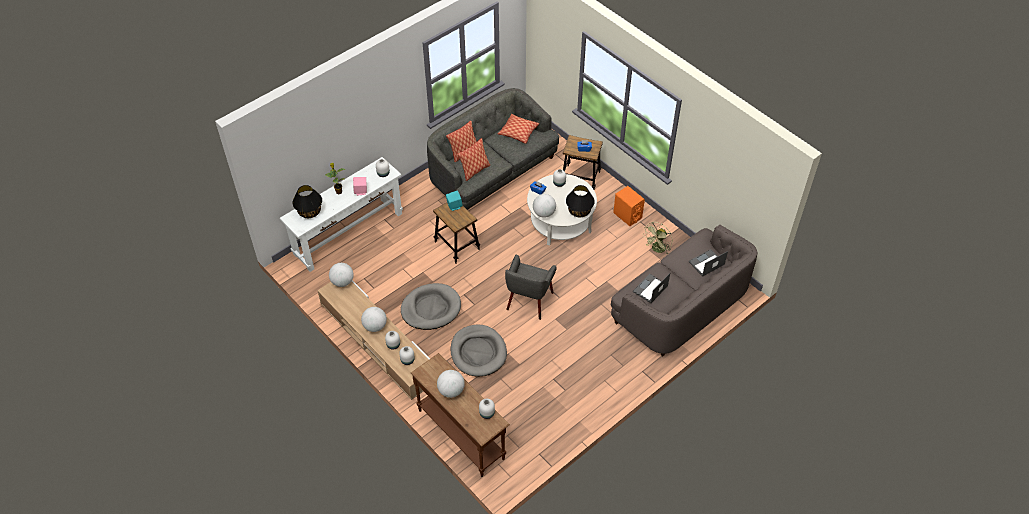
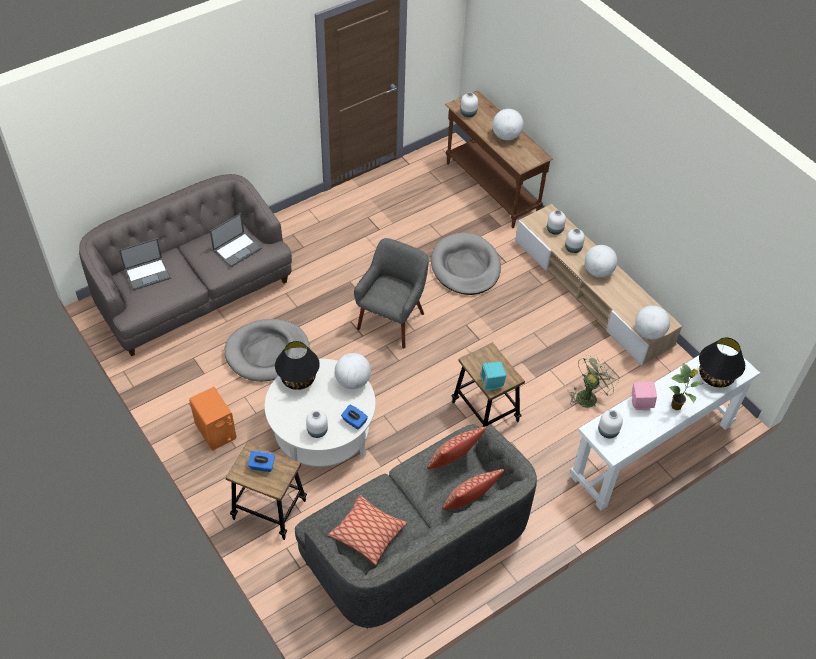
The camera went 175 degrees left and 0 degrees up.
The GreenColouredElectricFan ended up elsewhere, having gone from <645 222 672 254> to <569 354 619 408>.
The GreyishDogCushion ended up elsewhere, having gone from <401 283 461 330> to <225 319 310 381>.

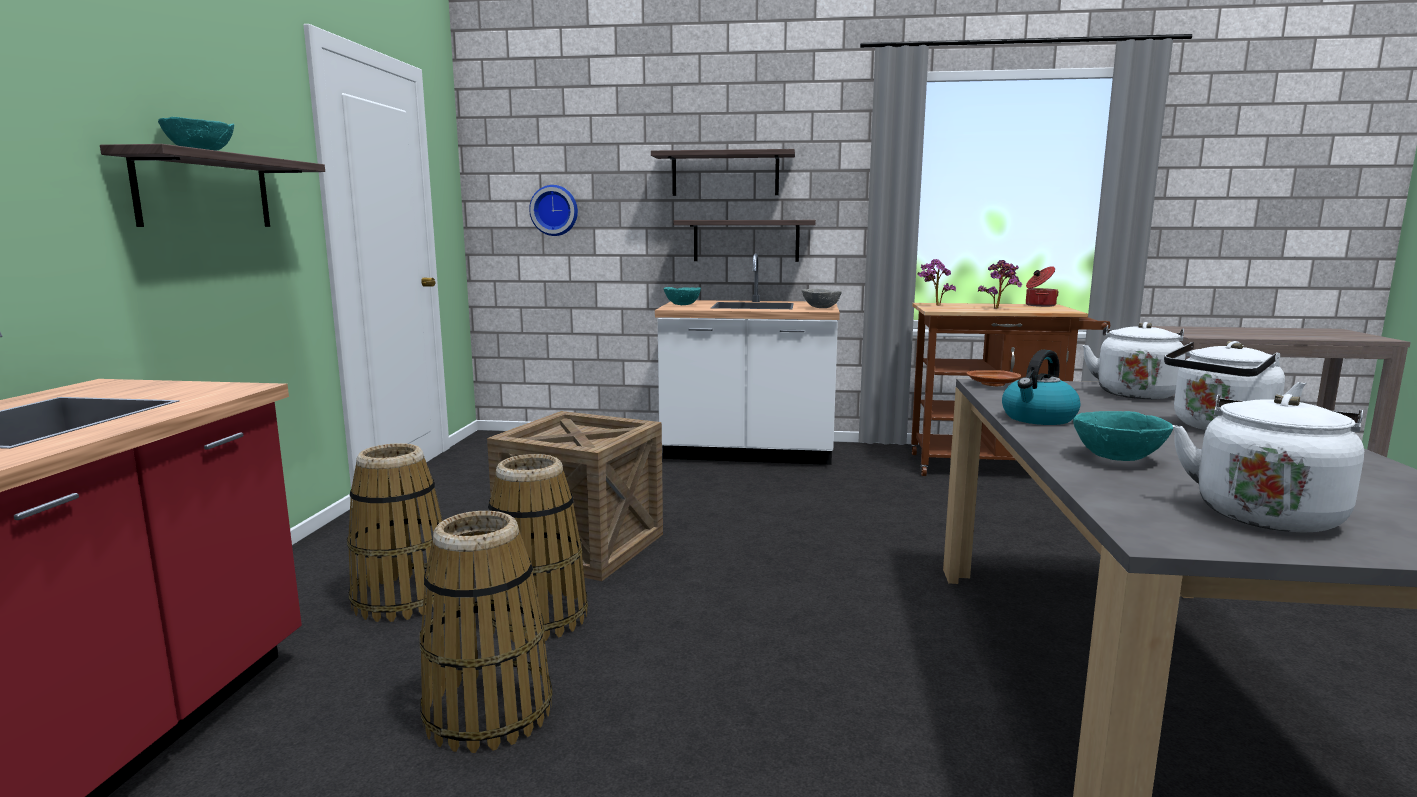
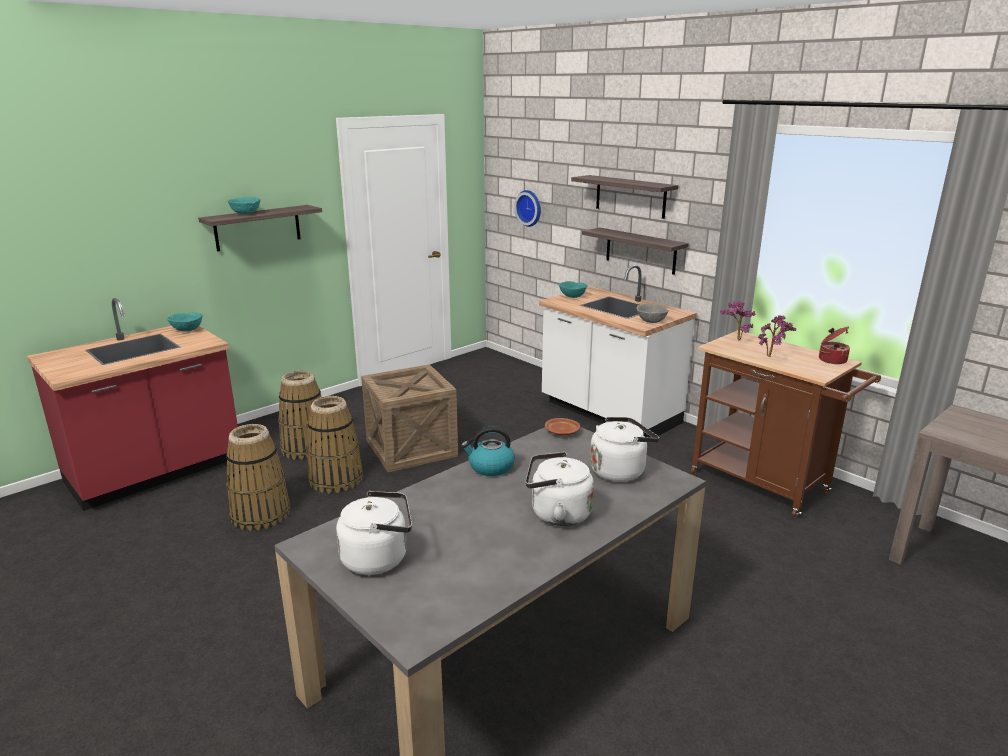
The camera went 40 degrees right and 10 degrees up.
The TurquoiseColouredDeepDish ended up elsewhere, having gone from <1073 411 1173 461> to <167 312 202 332>.

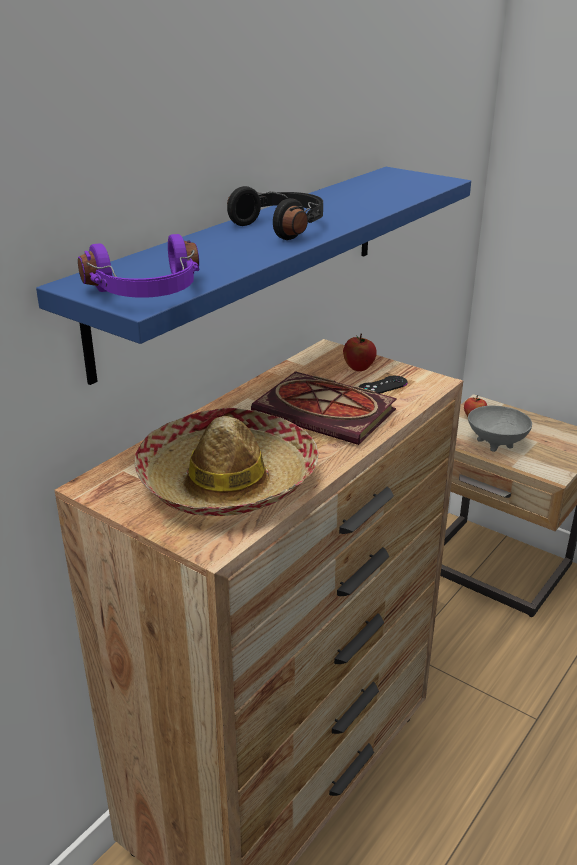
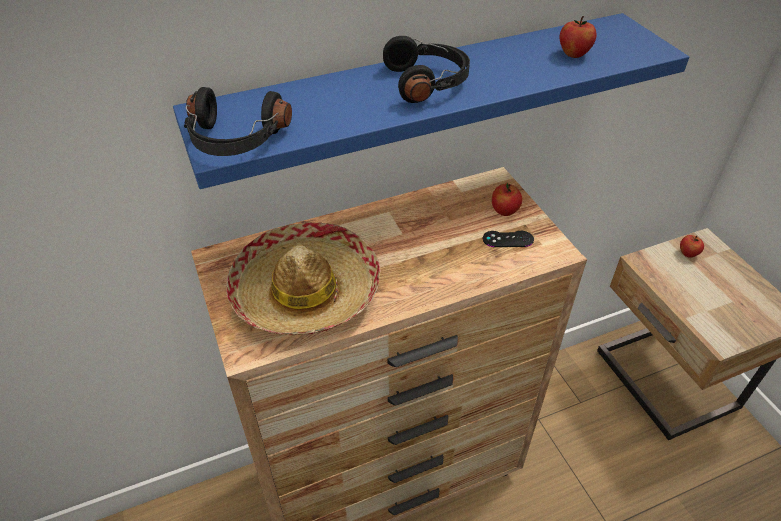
The camera went 30 degrees right and 15 degrees up.
What was the PurpleHeadset at <78 234 199 298> turned into the BlackColouredHeadset at <184 87 292 156>.
The second view lost the Volume at <251 371 397 445>.
The second view lost the GreyishDeepDish at <468 406 532 452>.
The second view gained the WholeApple at <560 16 596 58>.

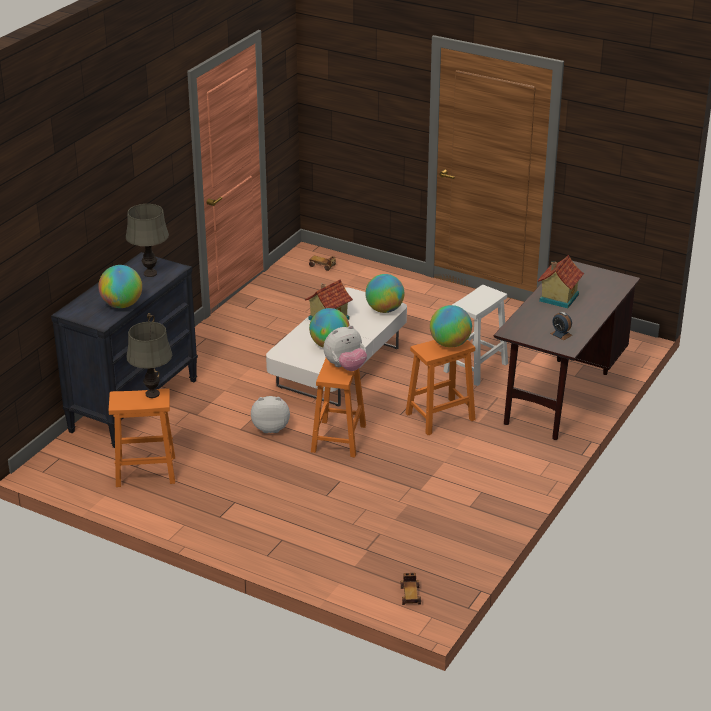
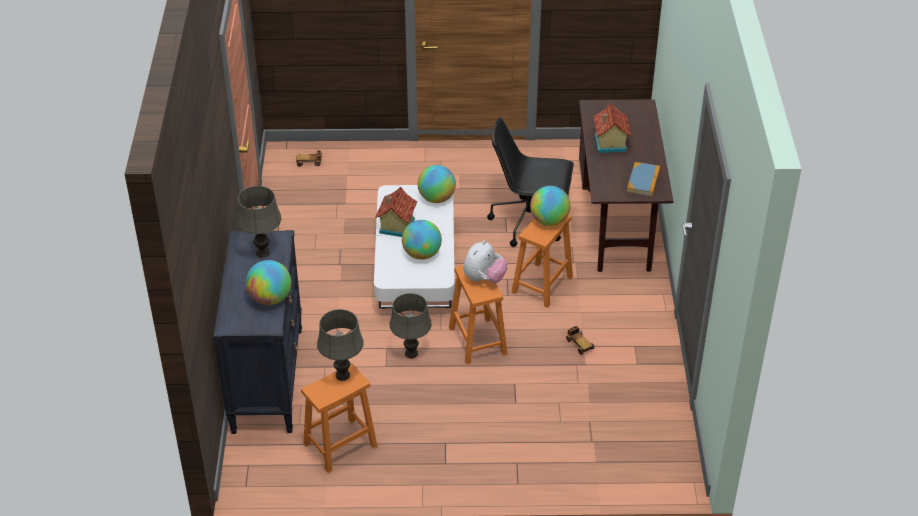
The camera went 30 degrees left and 10 degrees up.
Where the WhitishStool stood at <444 285 508 386>, the BlackColouredDeskChair came to stand at <487 117 574 247>.
Where the BedsideClock stood at <550 312 572 340>, the Volume came to stand at <627 162 660 196>.
Where the CuddlyToy stood at <251 396 290 433>, the GreyishLampForATable came to stand at <389 293 432 358>.
The ToyCar ended up elsewhere, having gone from <401 573 421 605> to <566 326 594 355>.

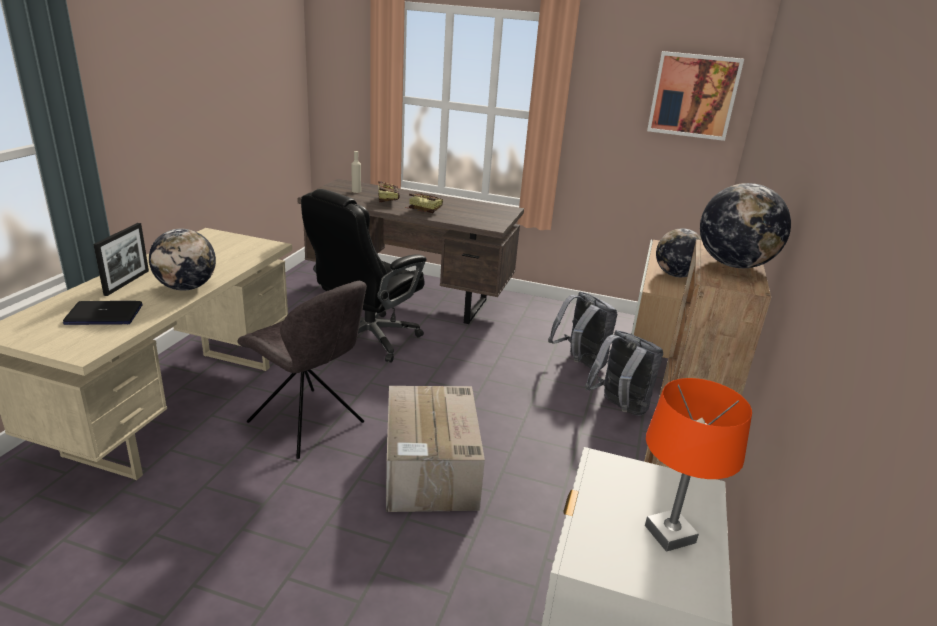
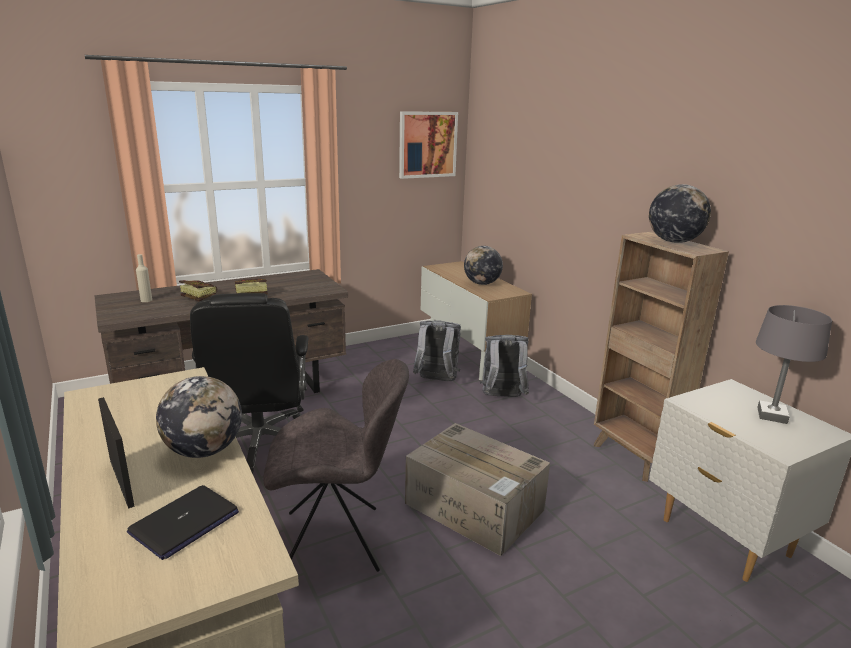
The camera went 45 degrees left and 5 degrees down.
What was the OrangeyLampForATable at <645 378 752 552> turned into the GreyishLampForATable at <756 305 832 424>.

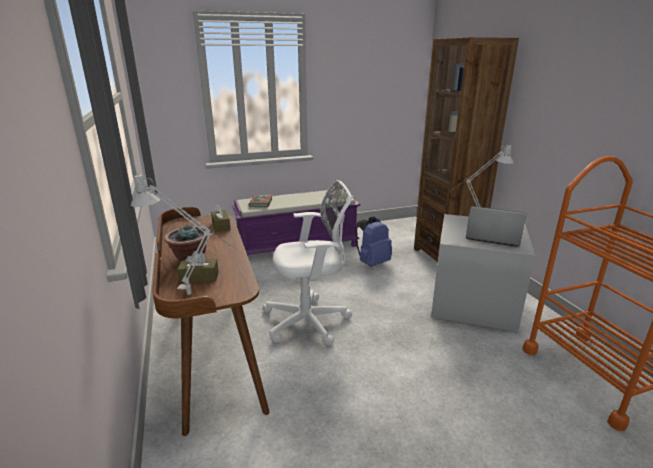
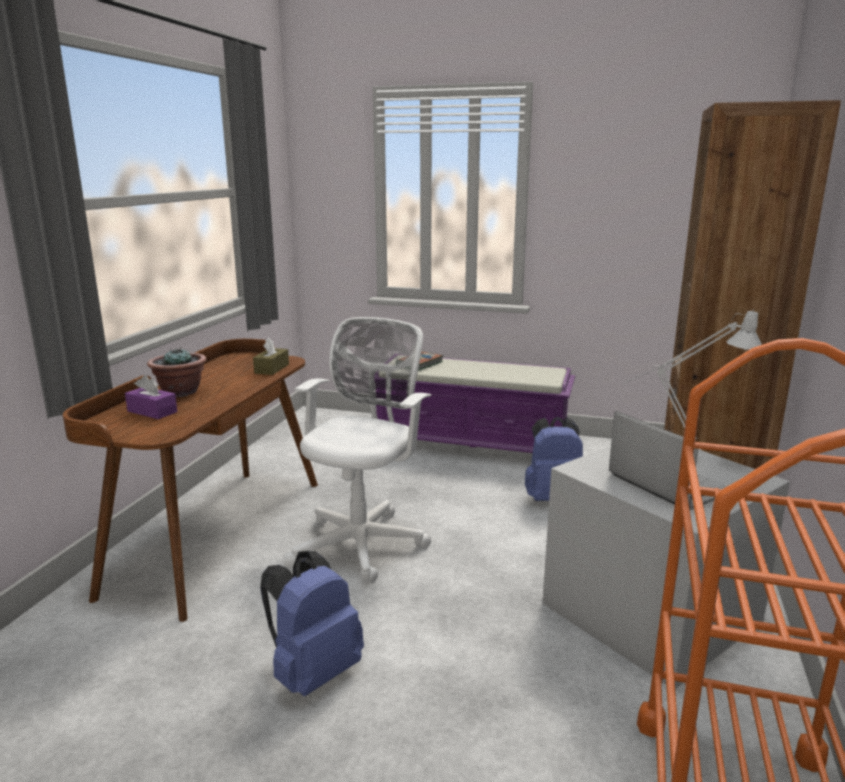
The camera went 35 degrees right and 5 degrees down.
The second view lost the GreyishLampForATable at <131 173 238 295>.
The WhitishDeskChair at <263 180 352 346> ended up facing another way, 90 degrees counterclockwise from before.
What was the BrownColouredTissueBox at <177 251 219 283> turned into the PurpleTissueBox at <125 375 177 419>.
The second view gained the BluishKnapsack at <260 551 364 696>.

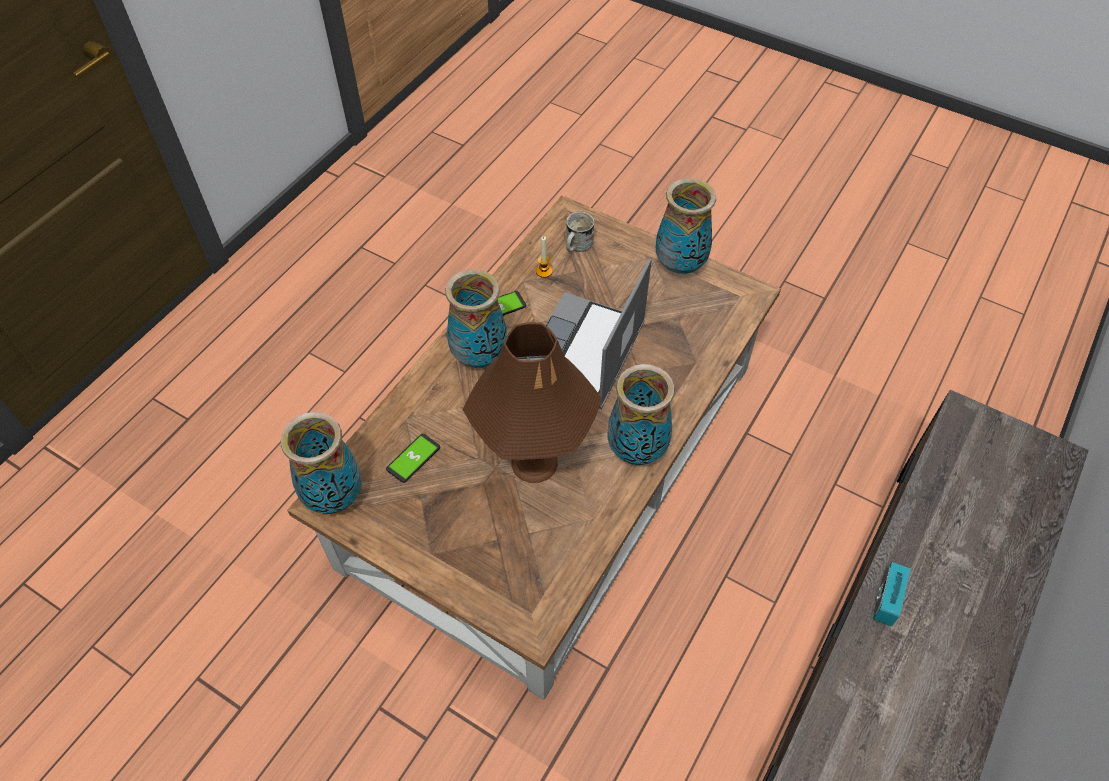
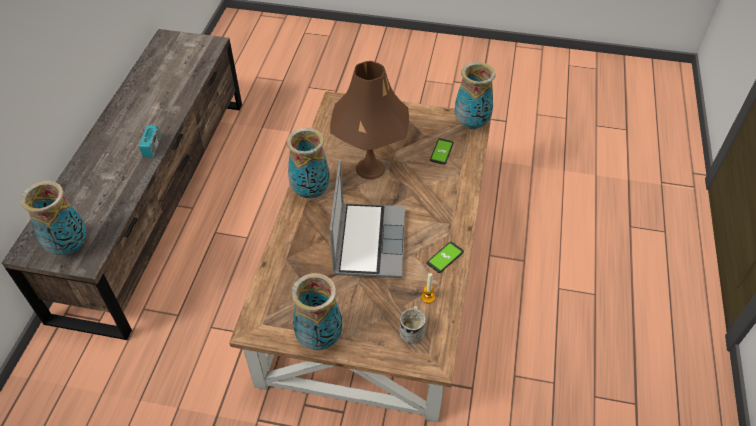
The camera went 160 degrees right and 5 degrees down.
The Vase ended up elsewhere, having gone from <445 269 507 368> to <21 181 87 256>.

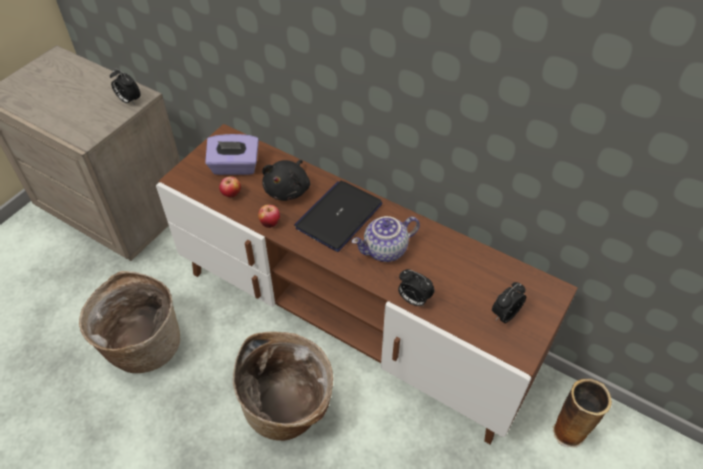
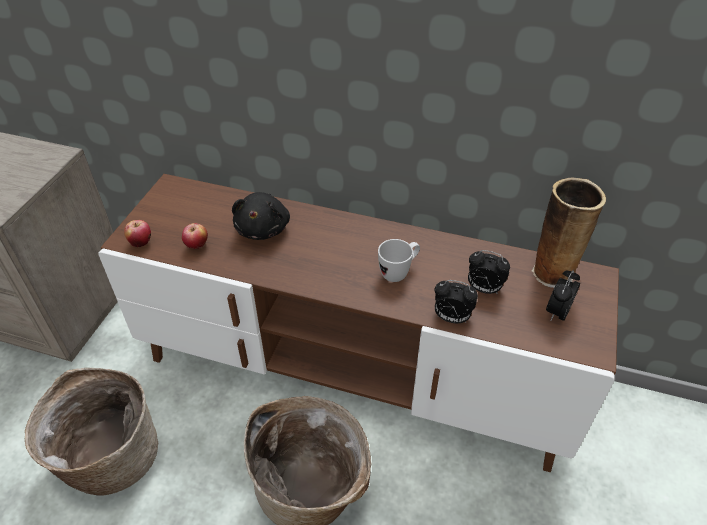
The camera went 15 degrees left and 5 degrees down.
The BedsideClock ended up elsewhere, having gone from <110 68 141 105> to <468 250 510 294>.
The second view lost the PurpleTissueBox at <205 134 259 175>.
The second view lost the Laptop at <294 181 383 252>.
The WholeApple ended up elsewhere, having gone from <258 205 280 228> to <124 220 151 247>.
Where the PotForTea stood at <351 216 420 262>, the WhitishTeaMug came to stand at <378 239 420 282>.
The Vase ended up elsewhere, having gone from <552 379 612 448> to <531 178 606 288>.

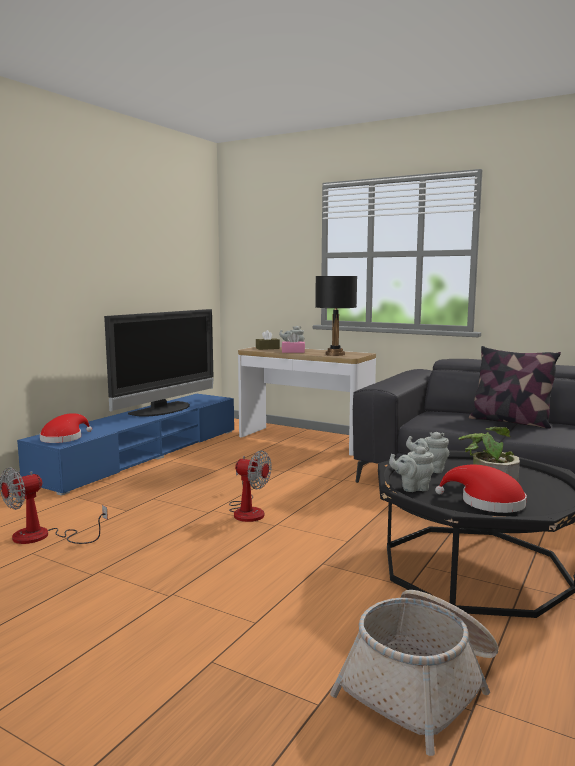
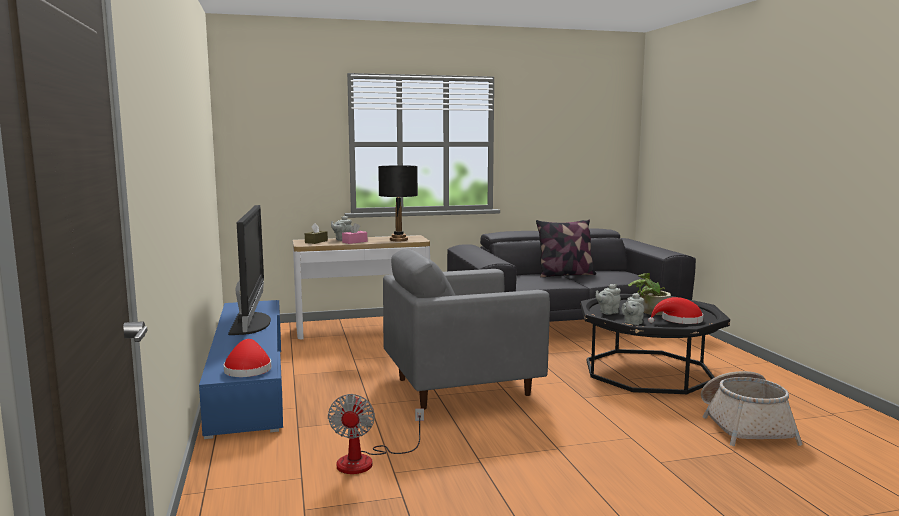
The camera went 45 degrees left and 0 degrees up.
Where the ElectricFan stood at <229 450 271 522>, the GreyishEasyChair came to stand at <383 249 550 410>.

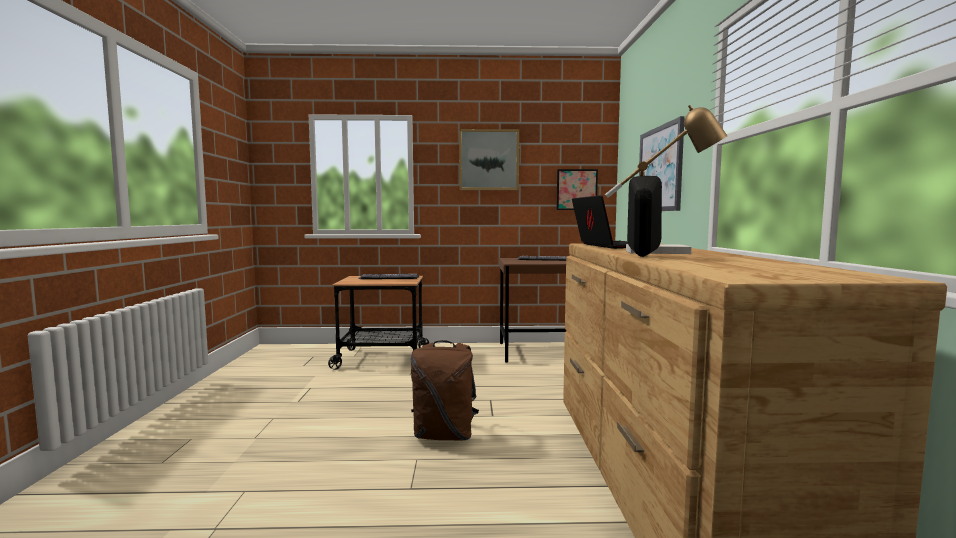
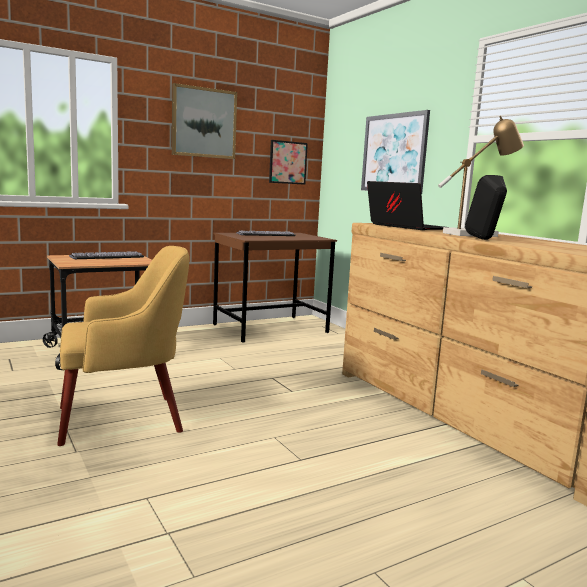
The camera went 30 degrees left and 5 degrees up.
The second view lost the BrownColouredKnapsack at <411 340 479 441>.
The second view gained the YellowishEasyChair at <57 246 189 446>.

